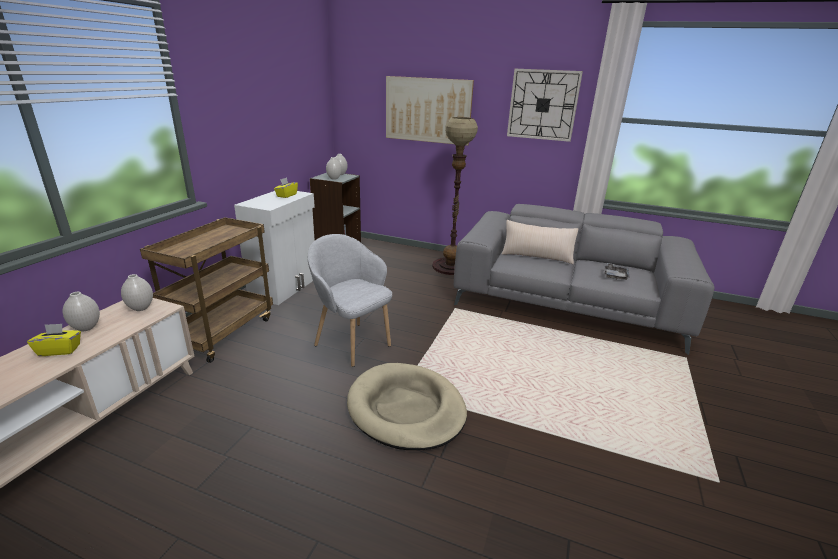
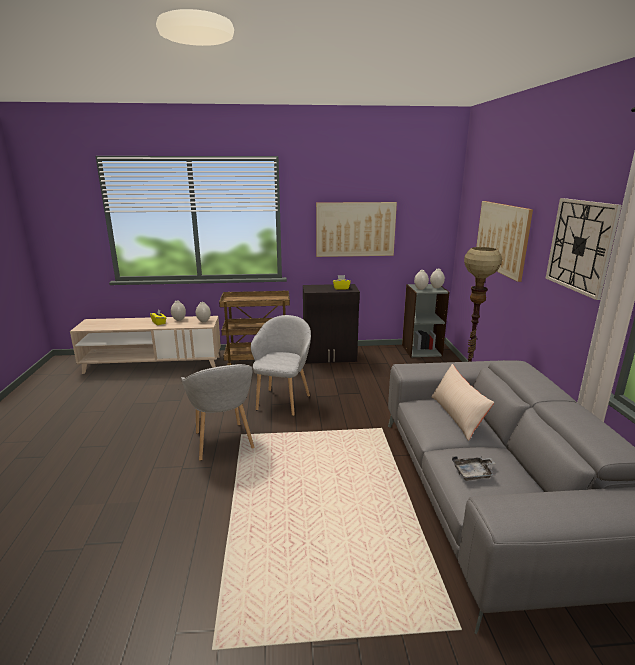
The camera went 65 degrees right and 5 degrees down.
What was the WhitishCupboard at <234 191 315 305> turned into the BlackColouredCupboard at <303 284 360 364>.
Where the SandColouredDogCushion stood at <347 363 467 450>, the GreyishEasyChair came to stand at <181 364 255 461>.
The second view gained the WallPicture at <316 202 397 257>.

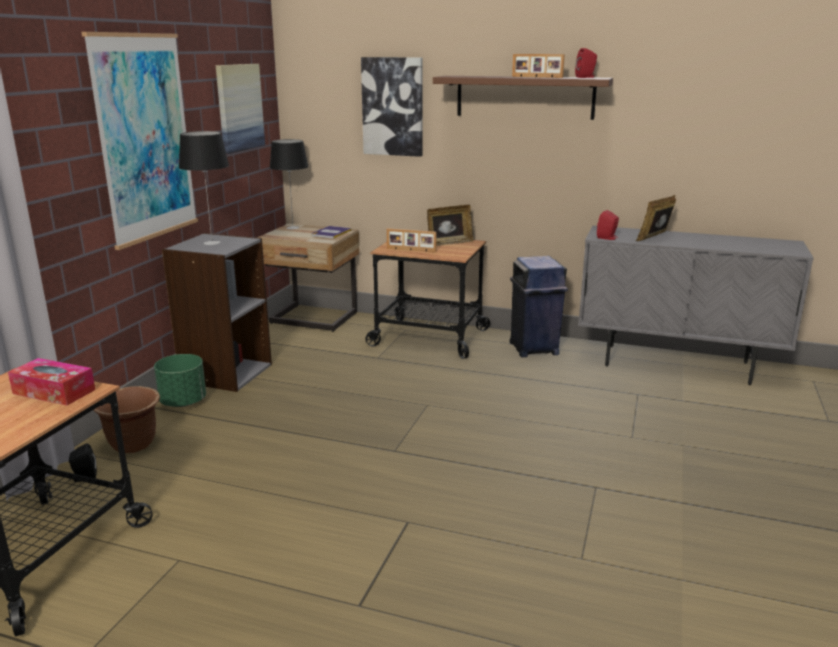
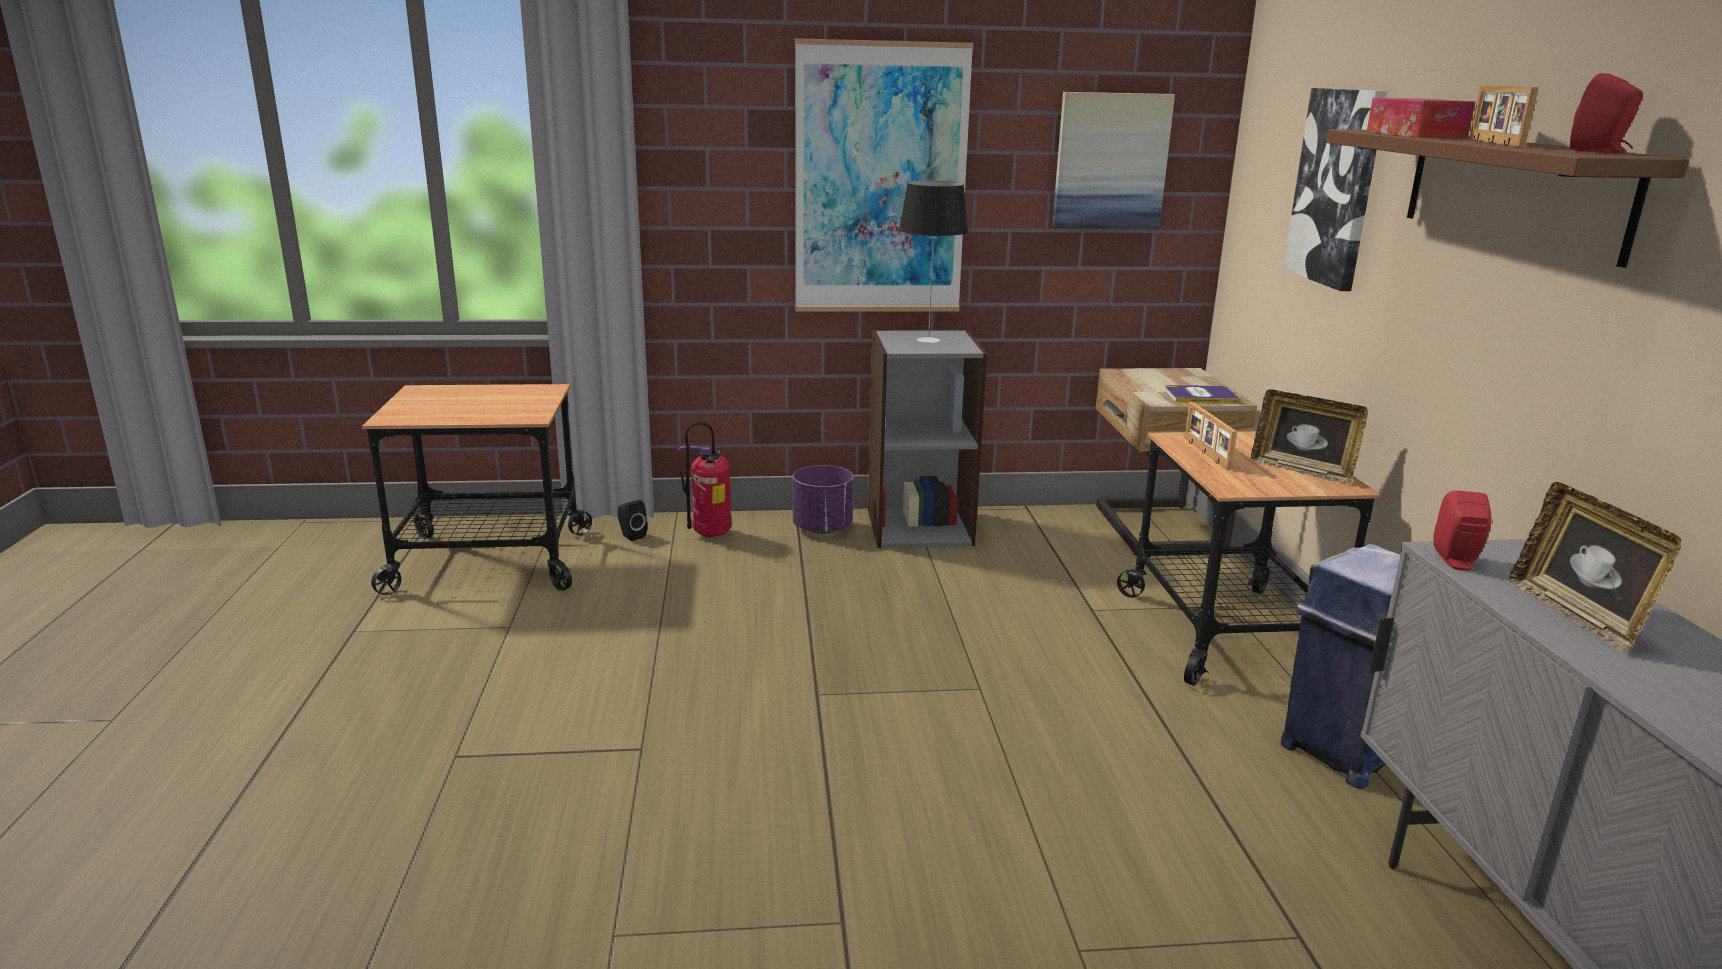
The camera went 65 degrees right and 0 degrees up.
The second view lost the LampForATable at <270 139 308 229>.
The StandingFrame at <636 195 676 241> ended up facing another way, 120 degrees counterclockwise from before.
What was the GreenColouredPlantPot at <154 354 206 407> turned into the PurplePlantPot at <793 465 854 534>.
The TissueBox ended up elsewhere, having gone from <8 358 95 406> to <1367 98 1475 138>.
Where the BrownColouredPlantPot stood at <94 386 160 453>, the FireExtinguisher came to stand at <678 422 731 538>.

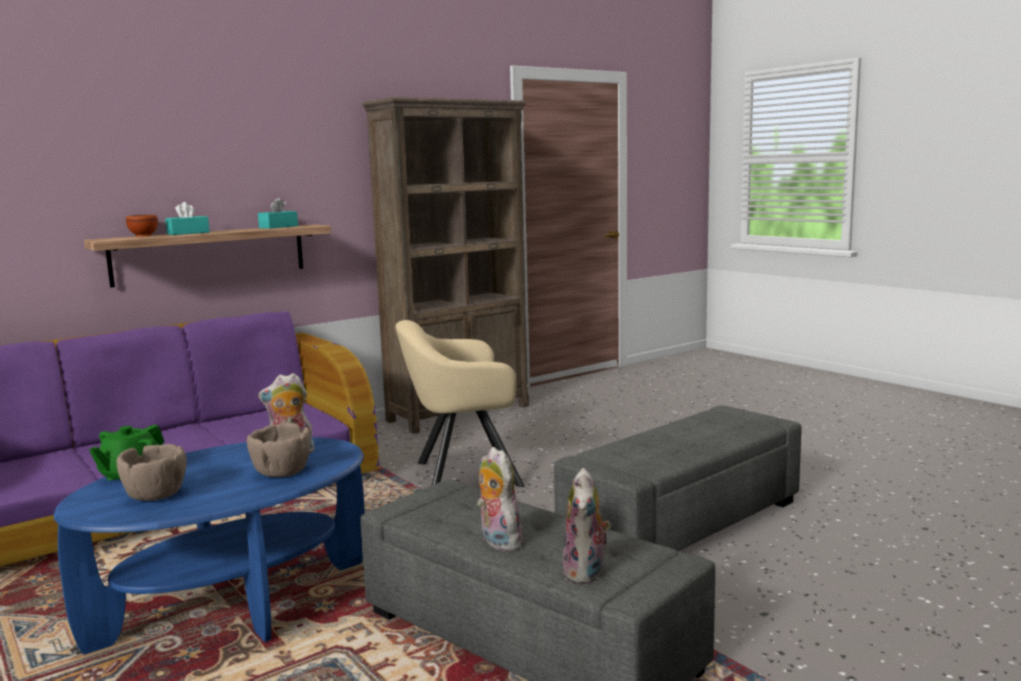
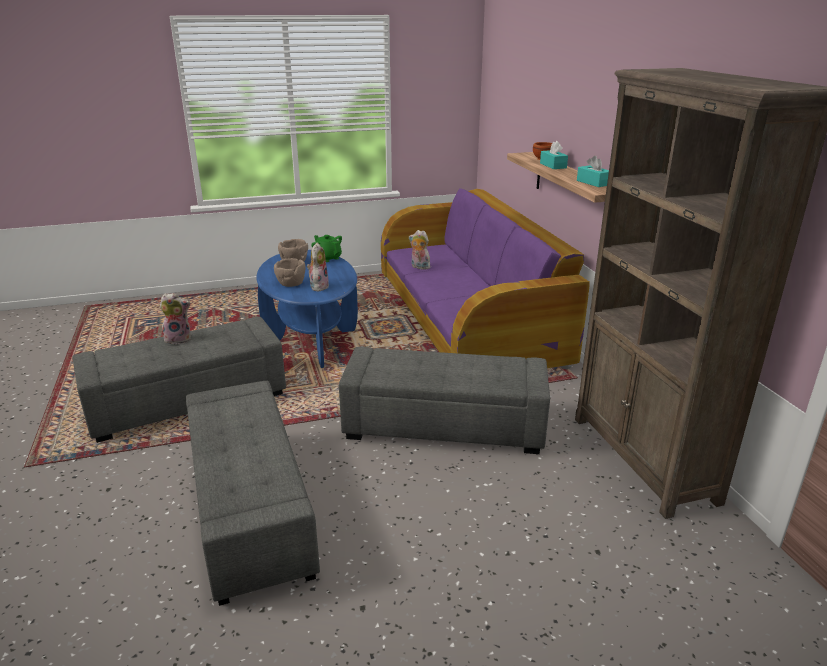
The camera went 110 degrees right and 15 degrees up.
Where the SandColouredEasyChair stood at <396 320 525 487>, the GreyishFootrest came to stand at <339 347 550 454>.
The CuddlyToy ended up elsewhere, having gone from <563 468 611 585> to <409 230 433 270>.

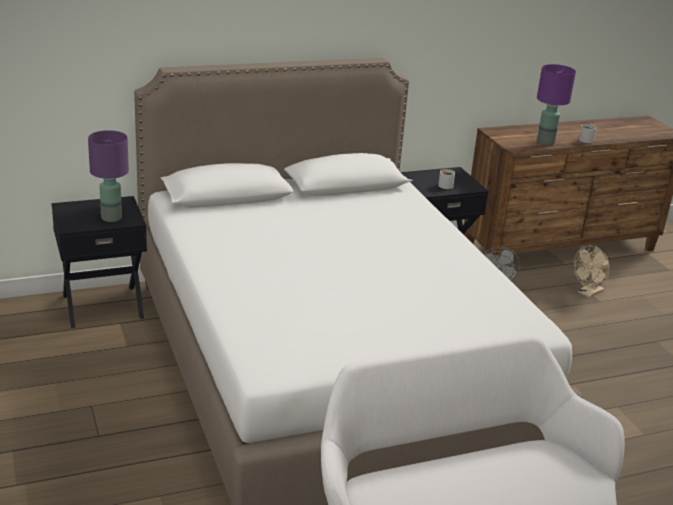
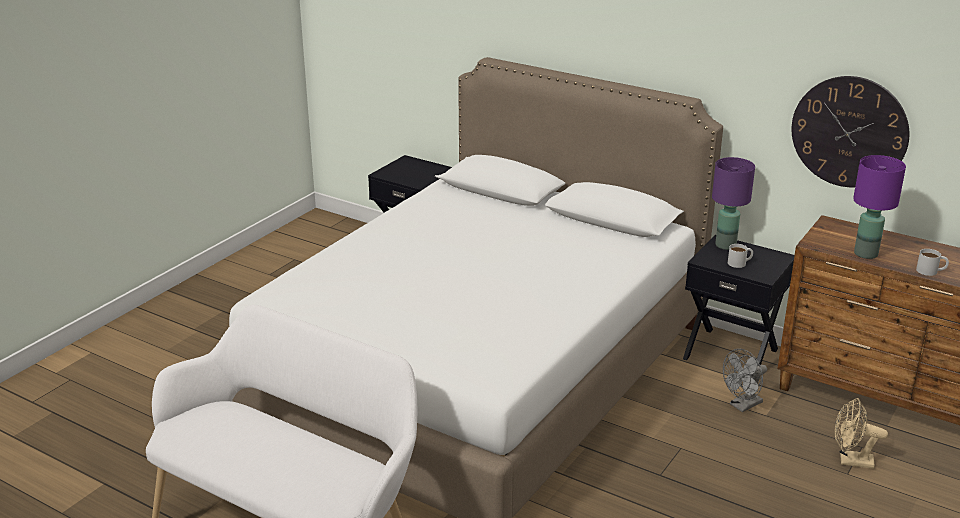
The camera went 55 degrees right and 0 degrees up.
The PurpleLampForATable ended up elsewhere, having gone from <88 130 129 222> to <712 157 755 250>.
The second view gained the ClockOnTheWall at <792 76 909 188>.

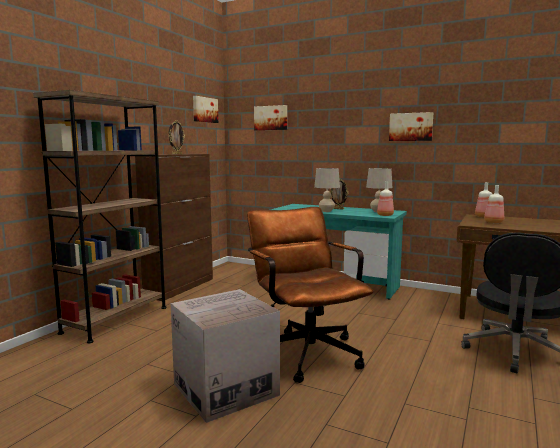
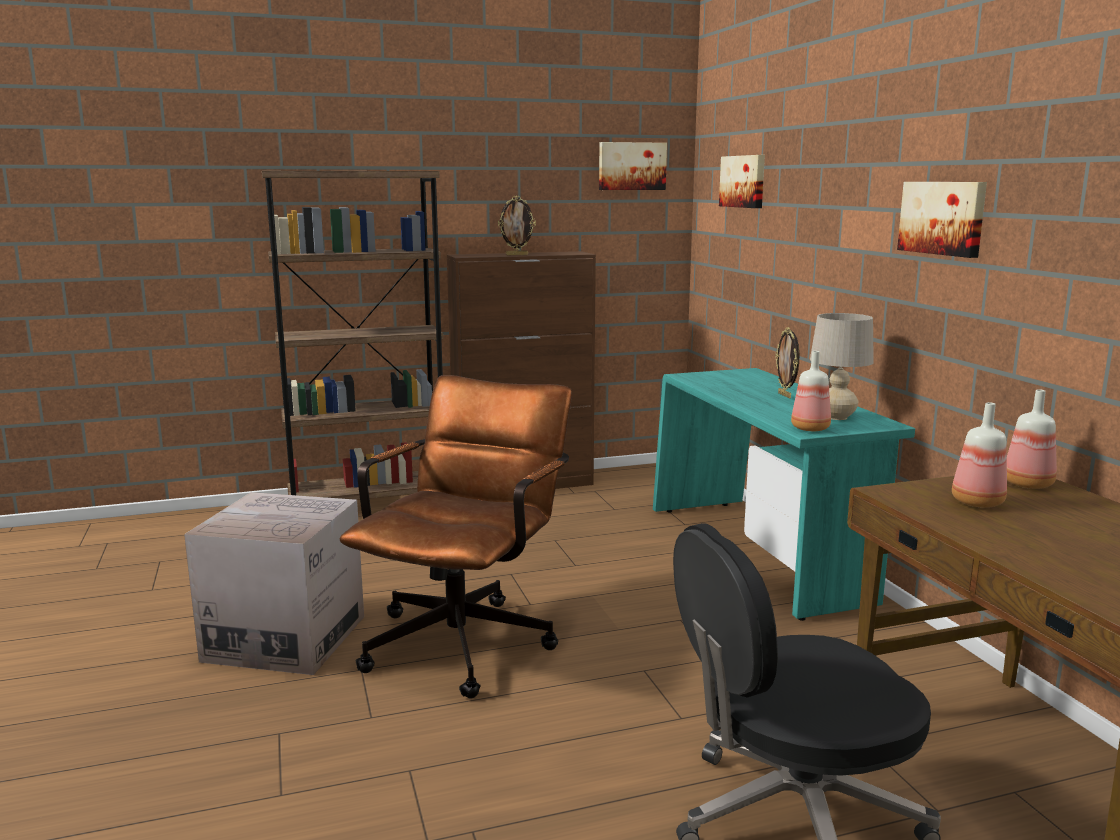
The camera went 45 degrees right and 5 degrees up.
The second view lost the SandColouredLampForATable at <314 168 340 212>.

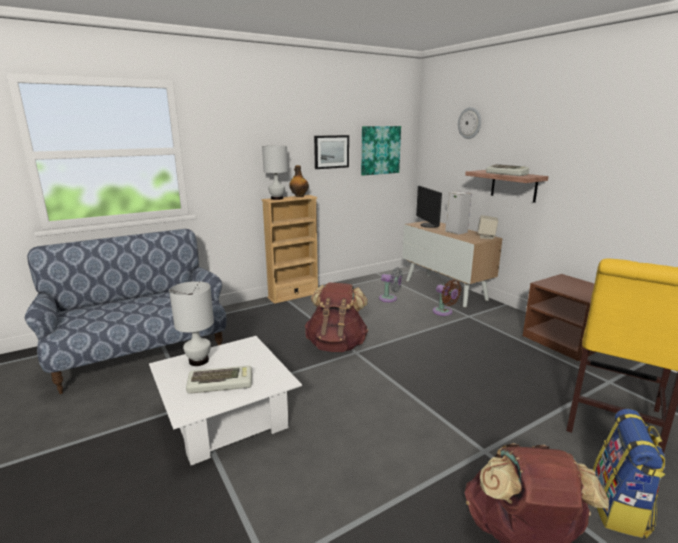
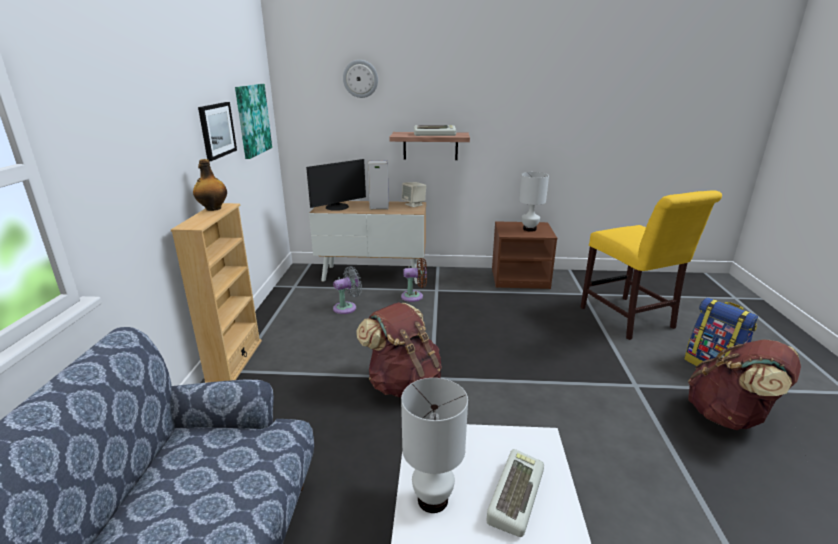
The camera went 55 degrees left and 5 degrees up.
The WhitishLampForATable ended up elsewhere, having gone from <262 146 288 200> to <519 172 549 232>.
The ComputerScreen at <416 185 442 228> ended up facing another way, 60 degrees counterclockwise from before.

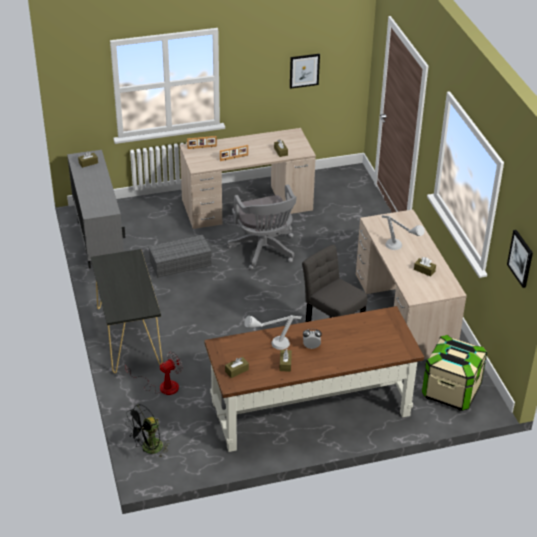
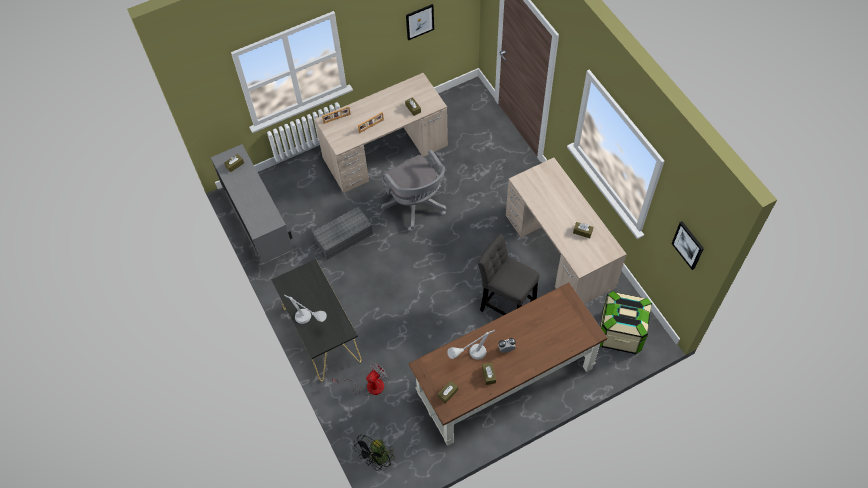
The camera went 10 degrees left and 20 degrees up.
The GreyishLampForATable ended up elsewhere, having gone from <382 215 425 250> to <284 295 327 324>.

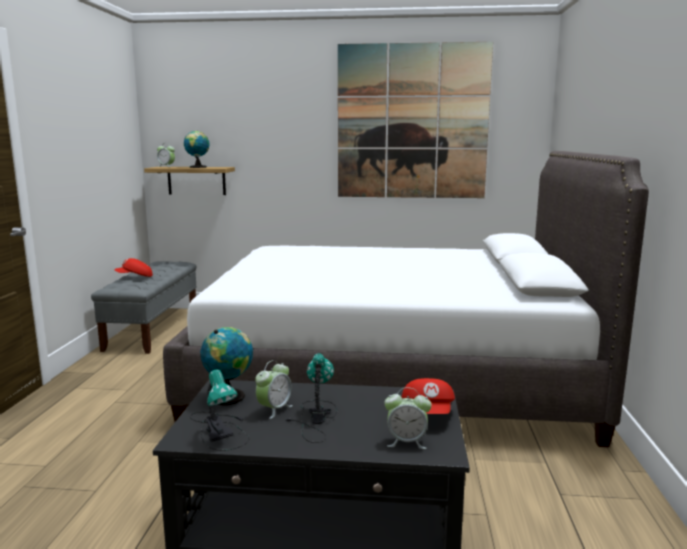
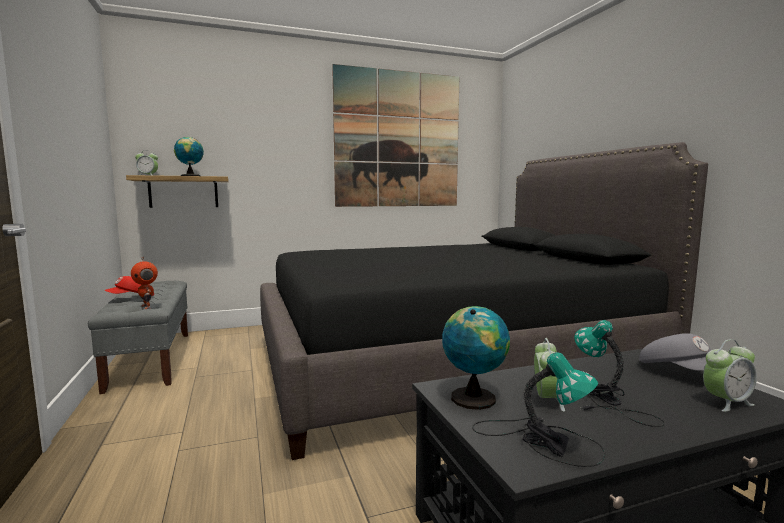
The camera went 25 degrees left and 5 degrees down.
What was the WhitishBedroomBed at <163 151 649 447> turned into the BlackColouredBedroomBed at <260 142 708 460>.
What was the RedCap at <402 378 455 414> turned into the GreyishCap at <639 333 711 371>.
The second view gained the RobotFigure at <131 256 158 309>.

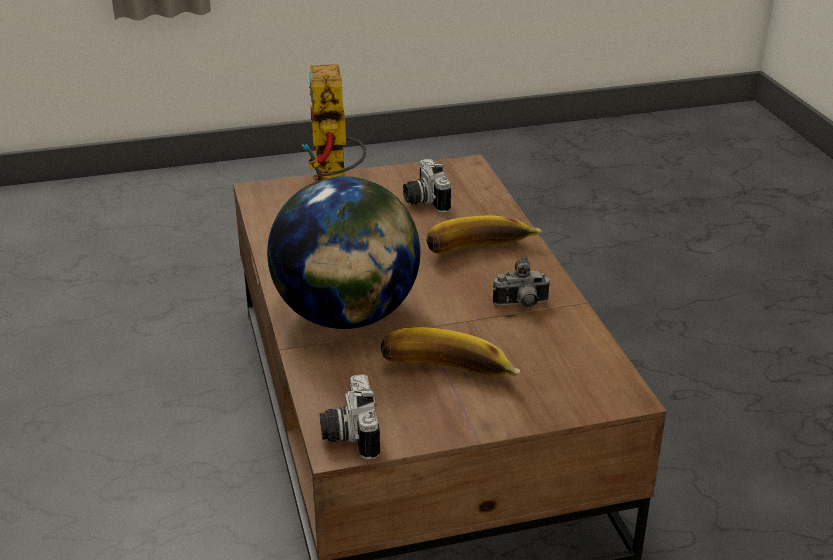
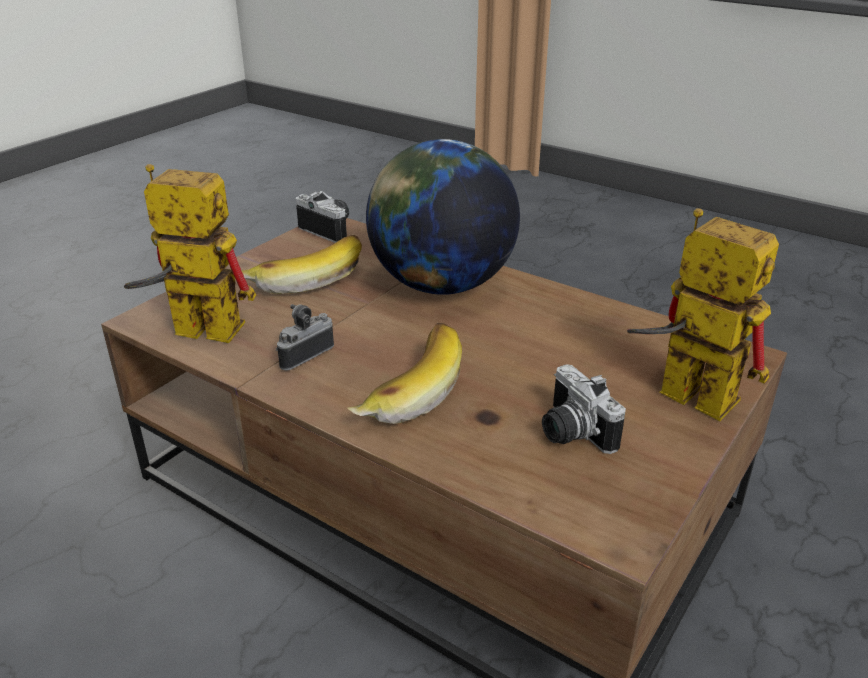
The camera went 140 degrees right and 0 degrees up.
The StillCamera at <403 159 451 213> ended up facing another way, 150 degrees counterclockwise from before.
The second view gained the RobotFigure at <124 164 256 343>.

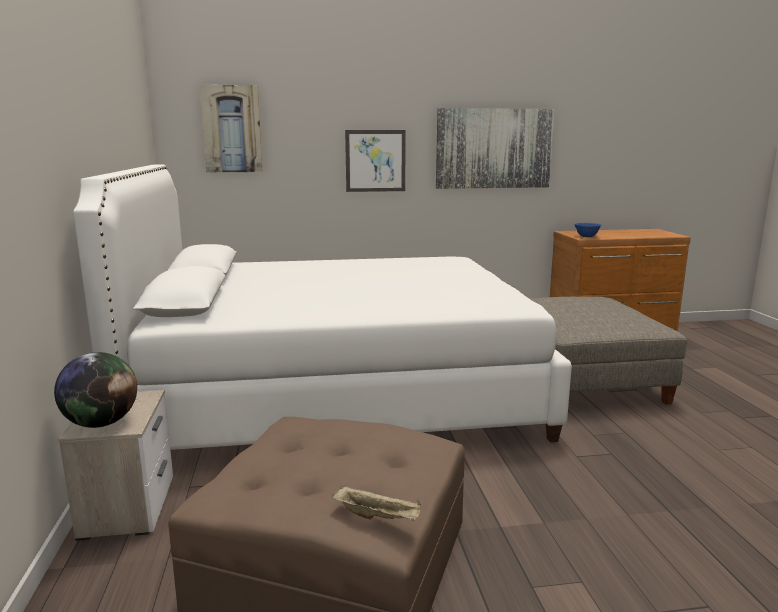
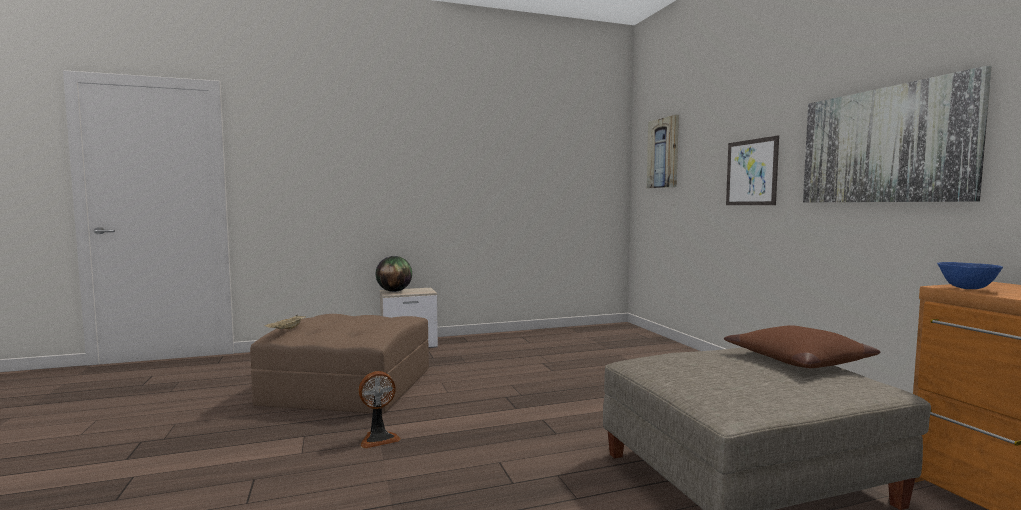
The camera went 80 degrees right and 10 degrees down.
The second view lost the WhitishBedroomBed at <73 164 572 450>.
The second view gained the BrownColouredCushion at <724 325 881 368>.
The second view gained the ElectricFan at <359 371 401 449>.

